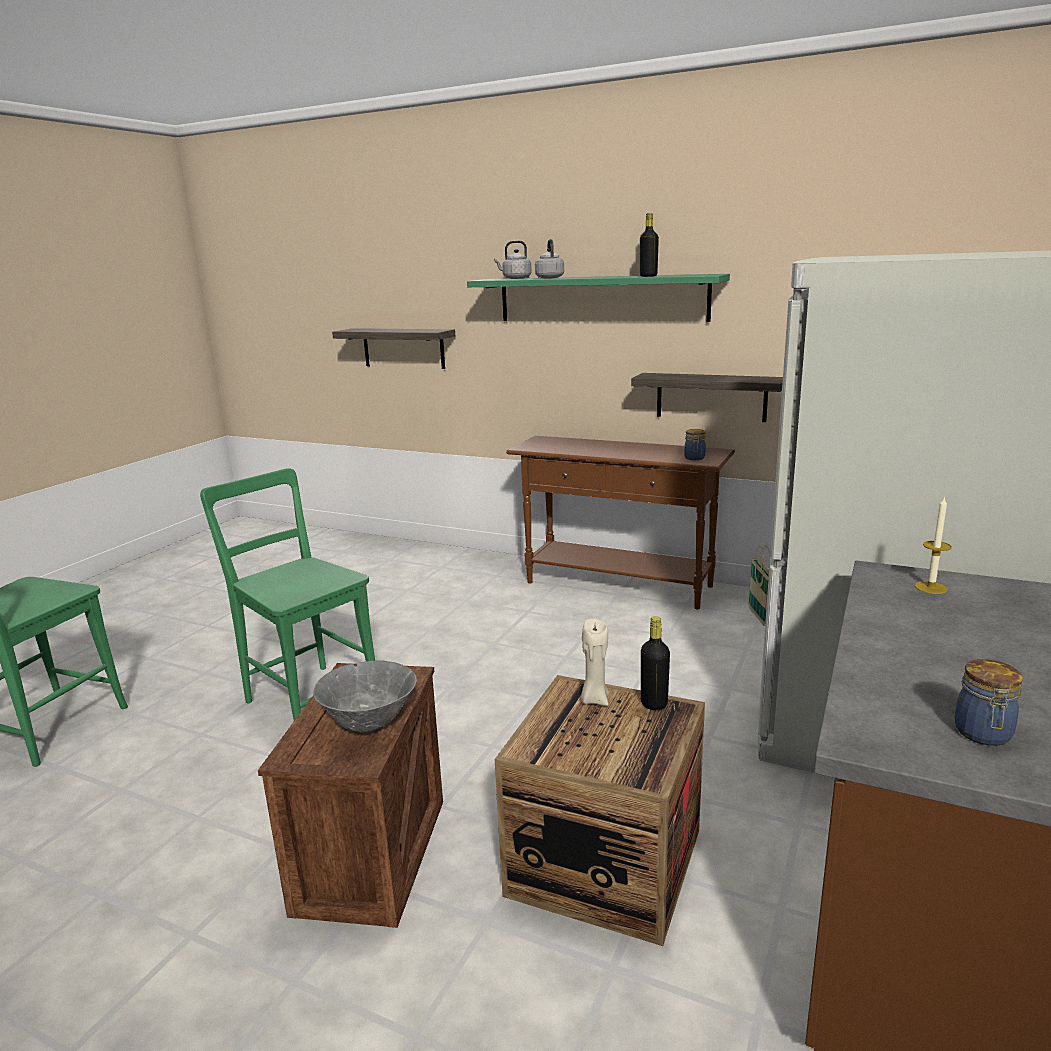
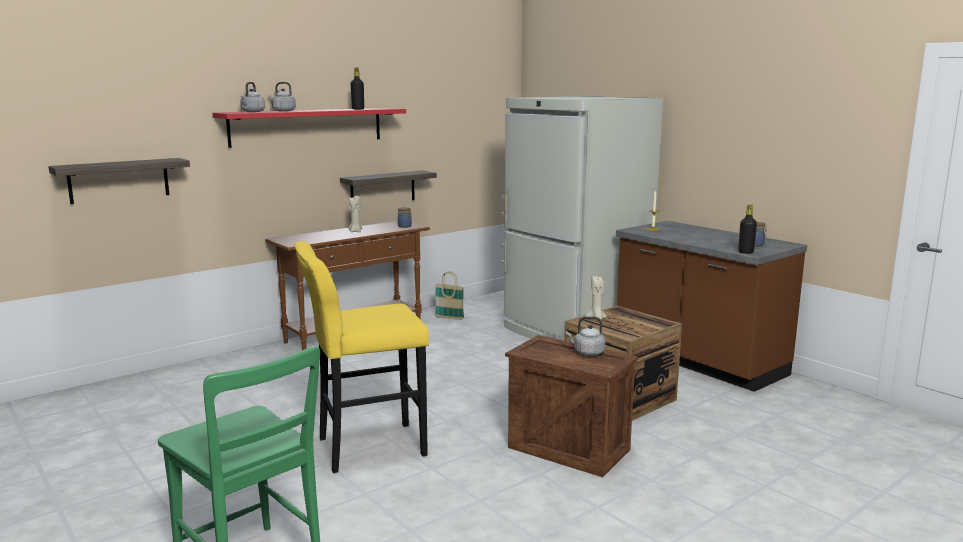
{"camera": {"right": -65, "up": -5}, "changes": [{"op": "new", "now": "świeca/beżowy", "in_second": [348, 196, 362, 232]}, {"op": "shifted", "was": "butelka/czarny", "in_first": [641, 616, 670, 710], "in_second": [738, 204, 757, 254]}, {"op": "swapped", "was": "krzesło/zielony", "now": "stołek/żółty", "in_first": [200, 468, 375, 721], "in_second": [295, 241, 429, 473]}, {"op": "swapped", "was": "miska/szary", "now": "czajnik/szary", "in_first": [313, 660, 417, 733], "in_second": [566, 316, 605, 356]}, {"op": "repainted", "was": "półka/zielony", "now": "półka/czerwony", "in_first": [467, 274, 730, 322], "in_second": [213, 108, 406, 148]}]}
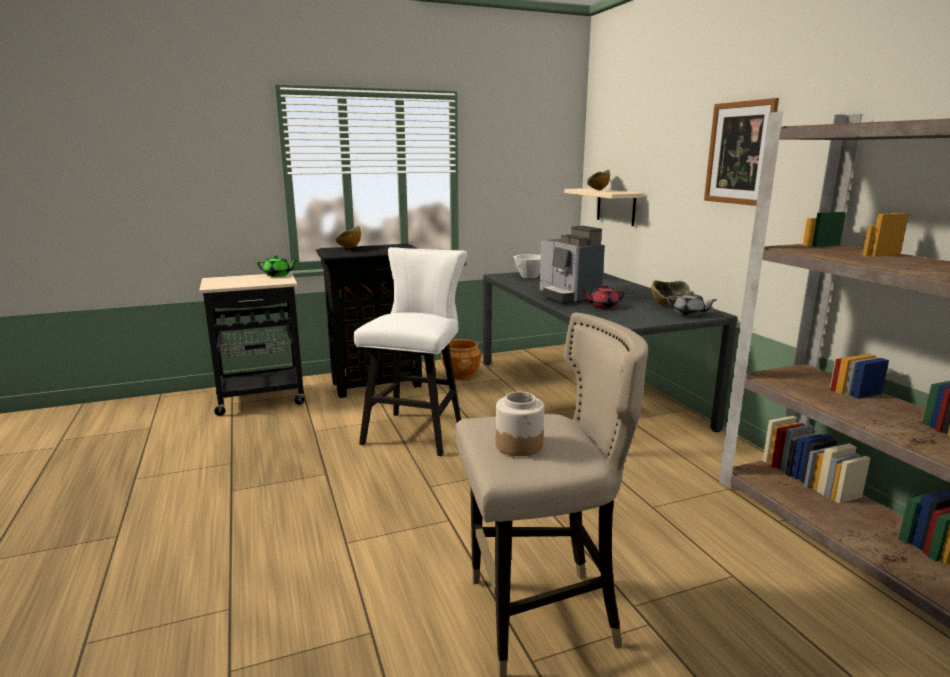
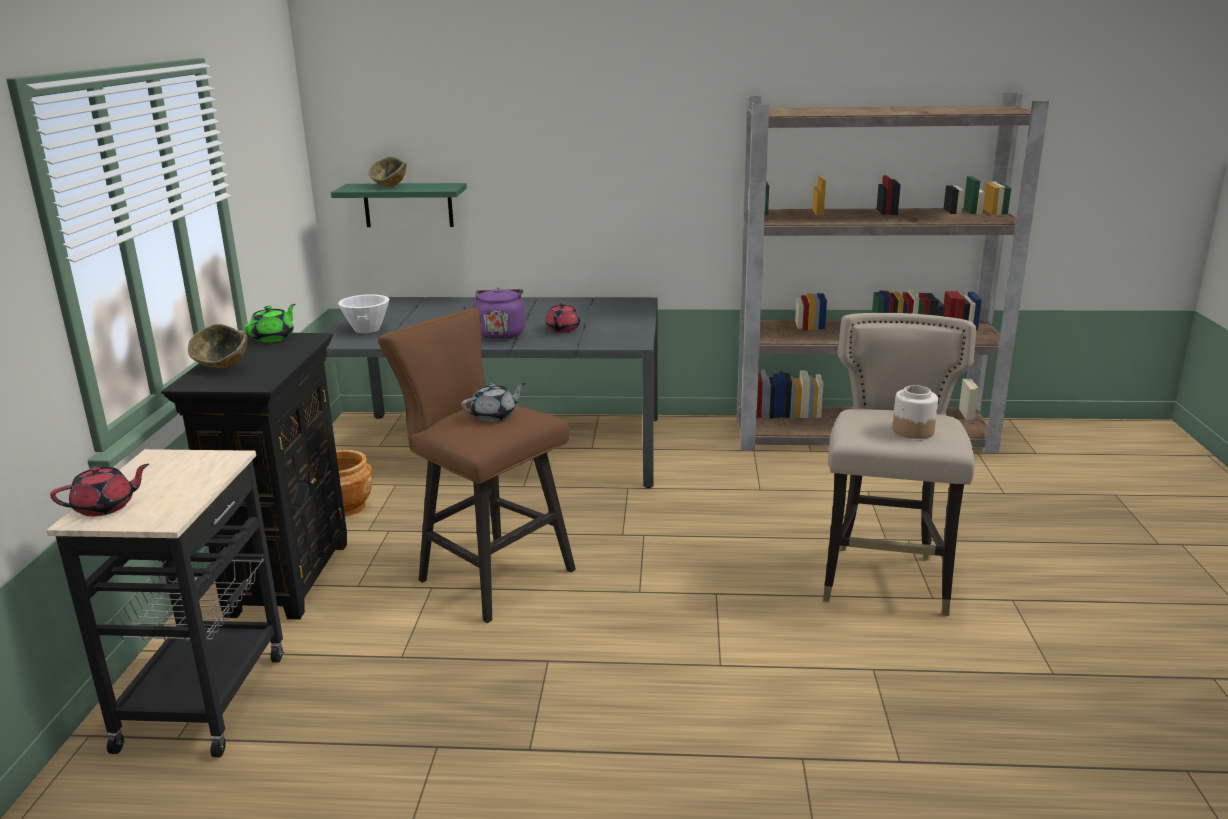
{"camera": {"right": -65, "up": 5}, "changes": [{"op": "gone", "was": "miska", "in_first": [651, 280, 690, 306]}, {"op": "gone", "was": "obraz", "in_first": [704, 98, 779, 206]}, {"op": "new", "now": "imbryk/czerwony", "in_second": [50, 464, 149, 516]}, {"op": "shifted", "was": "imbryk/zielony", "in_first": [257, 255, 297, 277], "in_second": [245, 304, 295, 343]}, {"op": "shifted", "was": "imbryk/szary", "in_first": [667, 291, 717, 317], "in_second": [462, 383, 526, 422]}, {"op": "swapped", "was": "ekspres do kawy", "now": "czajnik/fioletowy", "in_first": [540, 226, 605, 304], "in_second": [463, 288, 525, 340]}, {"op": "repainted", "was": "stołek/biały", "now": "stołek/brązowy", "in_first": [354, 247, 467, 456], "in_second": [378, 308, 576, 623]}, {"op": "repainted", "was": "półka/beżowy", "now": "półka/zielony", "in_first": [564, 188, 644, 226], "in_second": [331, 183, 467, 227]}]}
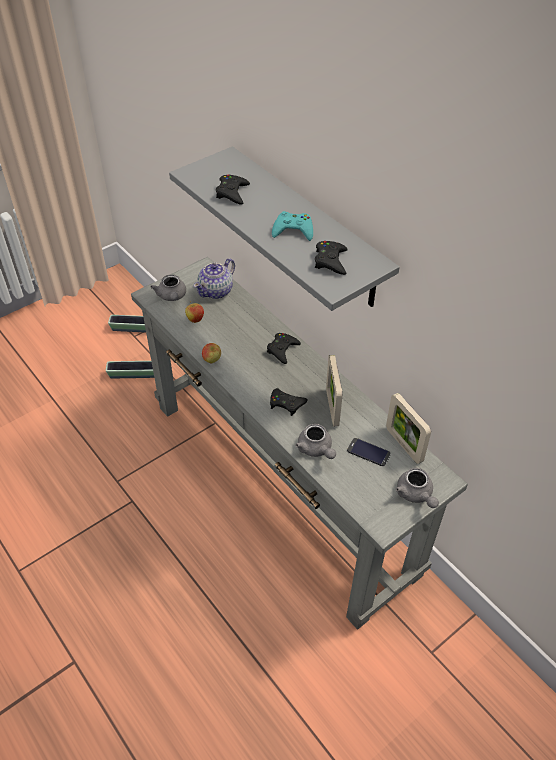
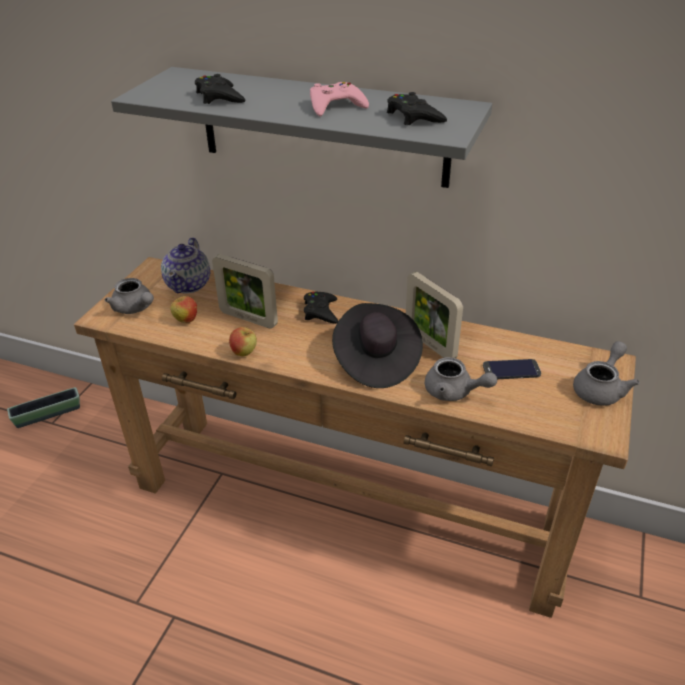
{"camera": {"right": -30, "up": -10}, "changes": [{"op": "gone", "was": "donica", "in_first": [106, 361, 154, 378]}, {"op": "shifted", "was": "ramka na zdjęcie", "in_first": [386, 393, 431, 464], "in_second": [212, 254, 278, 329]}, {"op": "swapped", "was": "pad do gier/czarny", "now": "kapelusz/czarny", "in_first": [270, 388, 308, 416], "in_second": [332, 303, 423, 388]}, {"op": "repainted", "was": "stolik konsolowy/szary", "now": "stolik konsolowy/brązowy", "in_first": [131, 257, 468, 630], "in_second": [74, 257, 636, 618]}, {"op": "repainted", "was": "pad do gier/turkusowy", "now": "pad do gier/różowy", "in_first": [272, 211, 313, 241], "in_second": [310, 82, 369, 116]}, {"op": "rotated", "was": "imbryk/szary", "in_first": [396, 468, 439, 508], "in_second": [573, 341, 639, 406], "clockwise": -90}]}
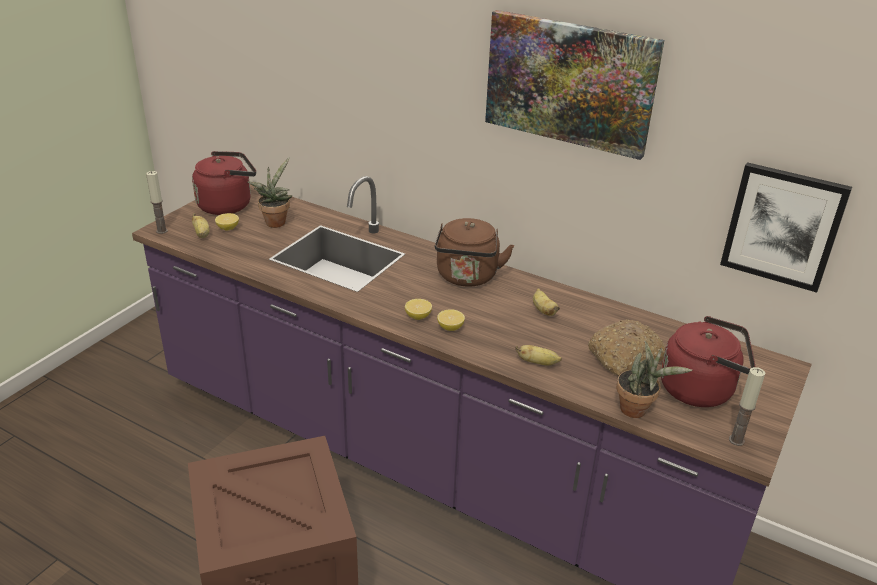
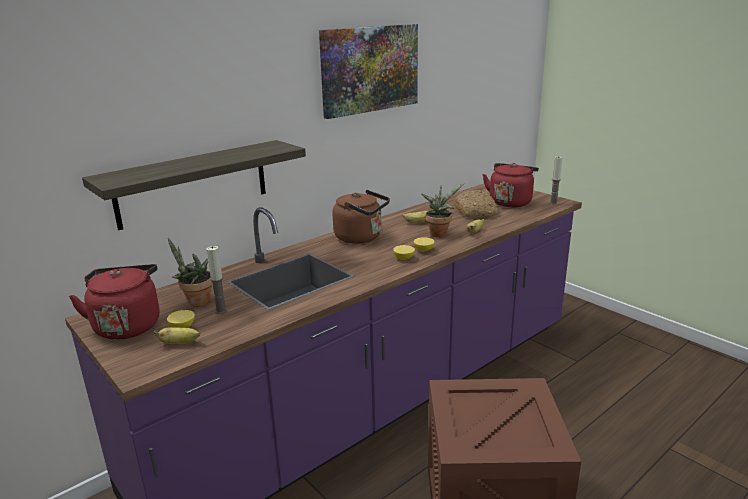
{"camera": {"right": -70, "up": -10}, "changes": [{"op": "gone", "was": "obraz", "in_first": [720, 162, 852, 293]}, {"op": "new", "now": "półka", "in_second": [82, 140, 306, 230]}, {"op": "shifted", "was": "świeca", "in_first": [146, 171, 168, 234], "in_second": [207, 246, 227, 314]}, {"op": "shifted", "was": "roślina doniczkowa", "in_first": [616, 341, 692, 418], "in_second": [421, 183, 464, 237]}]}
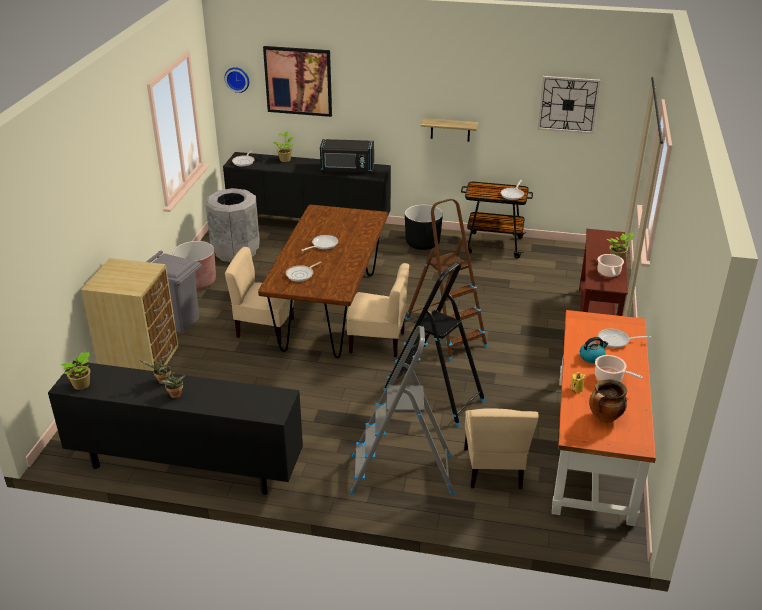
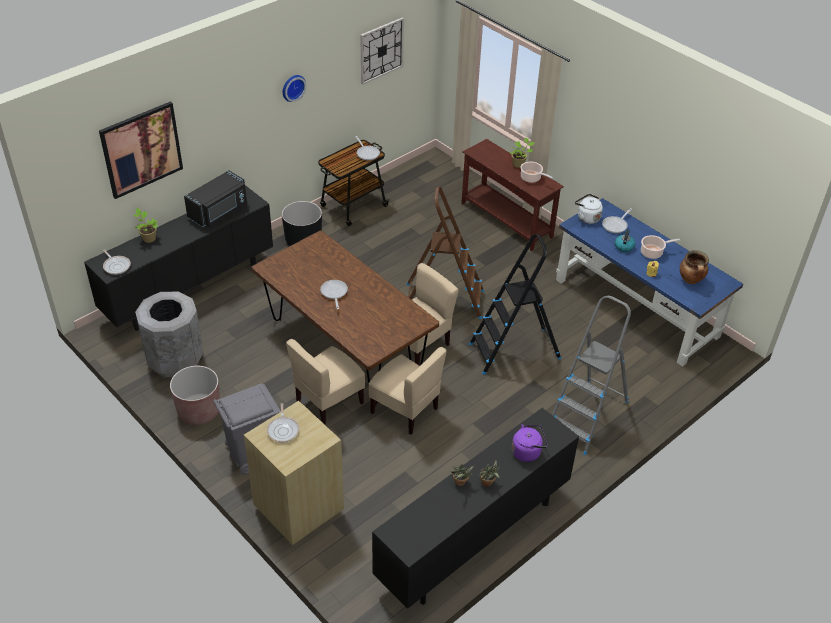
{"camera": {"right": -55, "up": 10}, "changes": [{"op": "gone", "was": "roślina doniczkowa", "in_first": [60, 352, 90, 390]}, {"op": "gone", "was": "półka", "in_first": [421, 118, 478, 142]}, {"op": "new", "now": "czajnik/fioletowy", "in_second": [512, 424, 548, 462]}, {"op": "new", "now": "czajnik/biały", "in_second": [575, 194, 603, 224]}, {"op": "shifted", "was": "zegar ścienny", "in_first": [224, 67, 249, 93], "in_second": [283, 75, 306, 102]}, {"op": "shifted", "was": "patelnia", "in_first": [286, 262, 322, 282], "in_second": [267, 403, 299, 442]}, {"op": "shifted", "was": "krzesło/beżowy", "in_first": [464, 408, 539, 489], "in_second": [369, 347, 447, 435]}, {"op": "repainted", "was": "biurko/pomarańczowy", "now": "biurko/niebieski", "in_first": [552, 310, 656, 526], "in_second": [556, 198, 743, 367]}]}
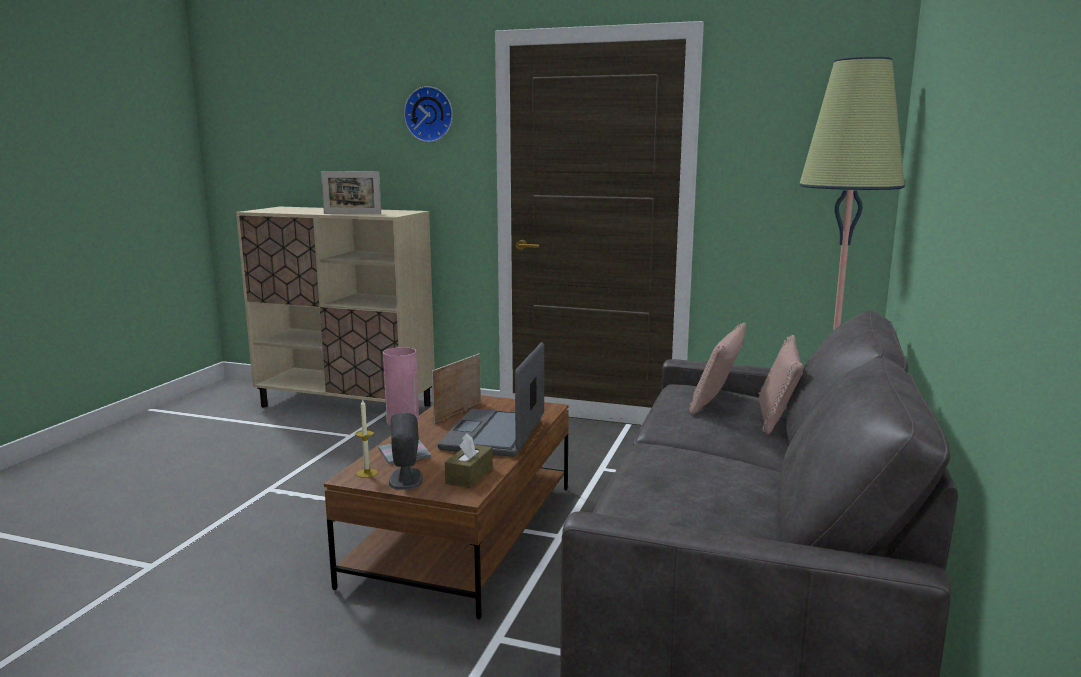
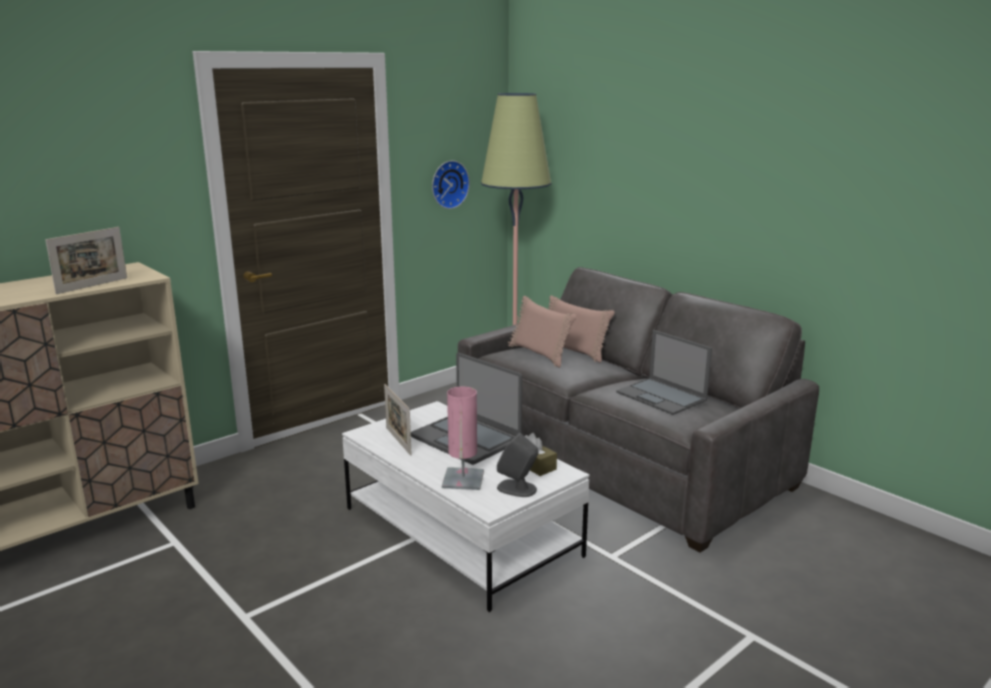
{"camera": {"right": -60, "up": 5}, "changes": [{"op": "gone", "was": "świeca", "in_first": [355, 400, 378, 478]}, {"op": "new", "now": "laptop", "in_second": [616, 330, 712, 415]}, {"op": "shifted", "was": "zegar ścienny", "in_first": [404, 86, 453, 142], "in_second": [432, 160, 470, 209]}, {"op": "repainted", "was": "ława/brązowy", "now": "ława/biały", "in_first": [324, 395, 569, 619], "in_second": [342, 401, 589, 612]}]}
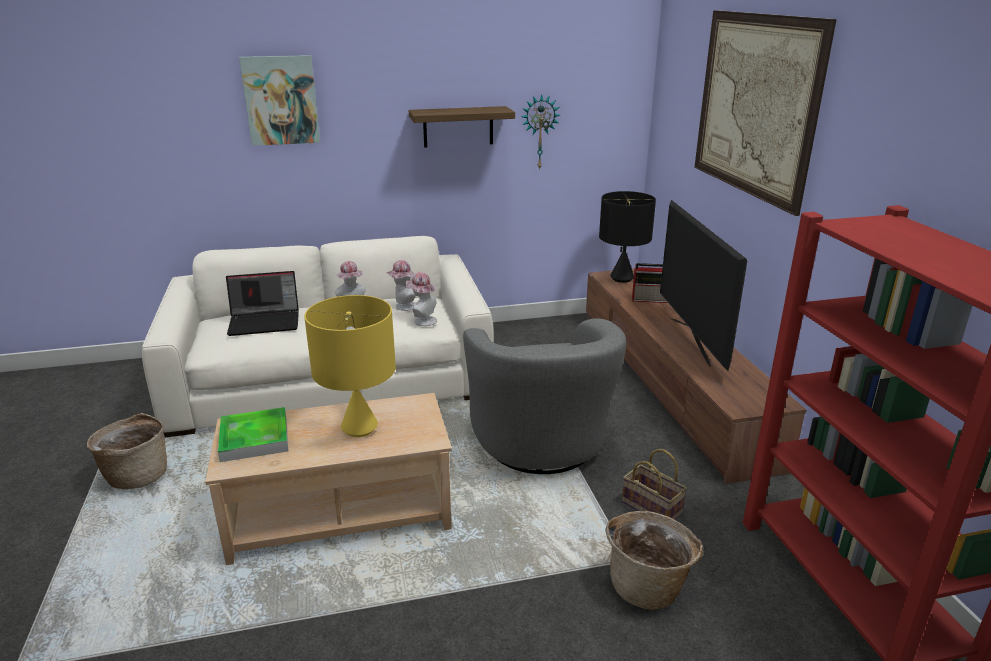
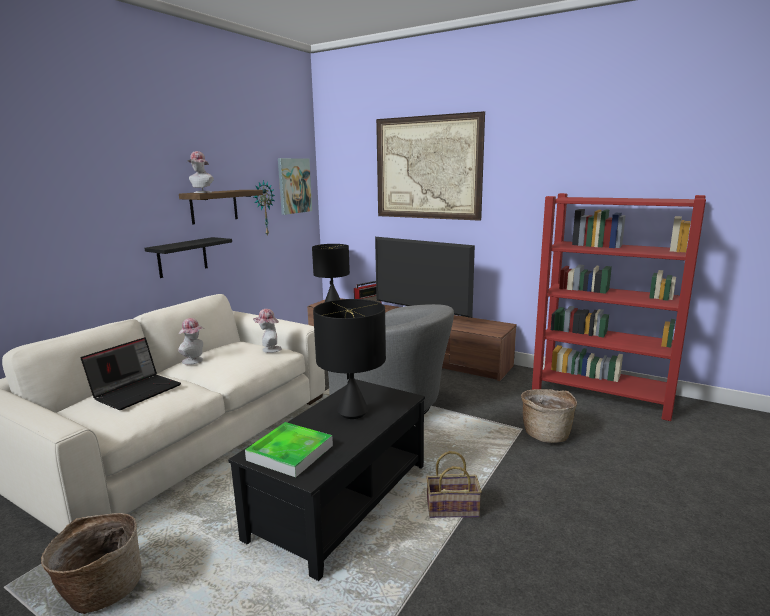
{"camera": {"right": -45, "up": -10}, "changes": [{"op": "new", "now": "półka/czarny", "in_second": [145, 237, 232, 278]}, {"op": "shifted", "was": "obraz", "in_first": [239, 55, 320, 146], "in_second": [278, 158, 312, 215]}, {"op": "shifted", "was": "kapelusz", "in_first": [386, 260, 416, 311], "in_second": [187, 151, 214, 193]}, {"op": "shifted", "was": "koszyk", "in_first": [622, 449, 687, 520], "in_second": [426, 451, 482, 518]}, {"op": "repainted", "was": "ława/beżowy", "now": "ława/czarny", "in_first": [205, 393, 452, 565], "in_second": [228, 379, 425, 581]}, {"op": "repainted", "was": "lampa stołowa/żółty", "now": "lampa stołowa/czarny", "in_first": [304, 295, 396, 437], "in_second": [313, 299, 386, 419]}]}
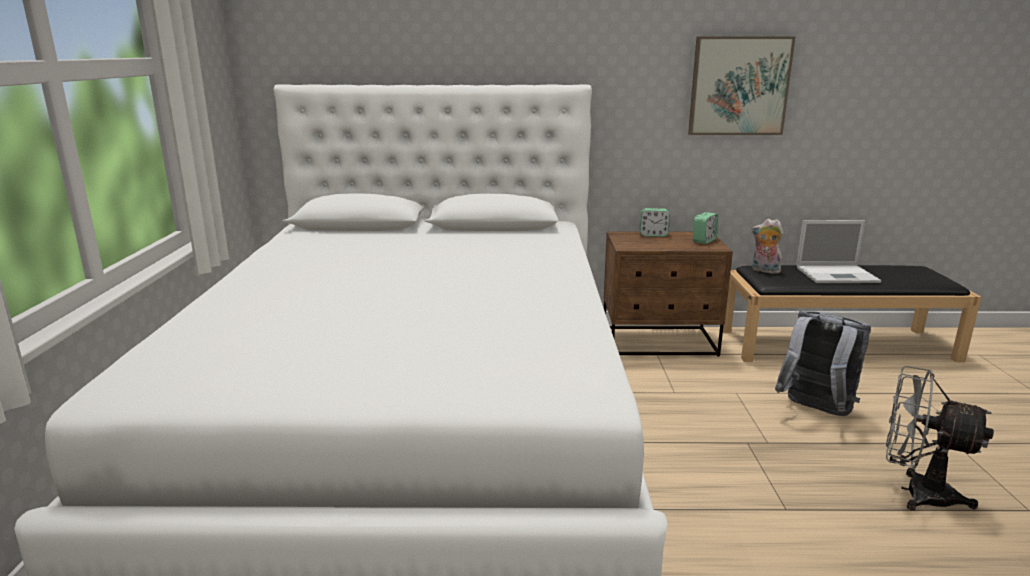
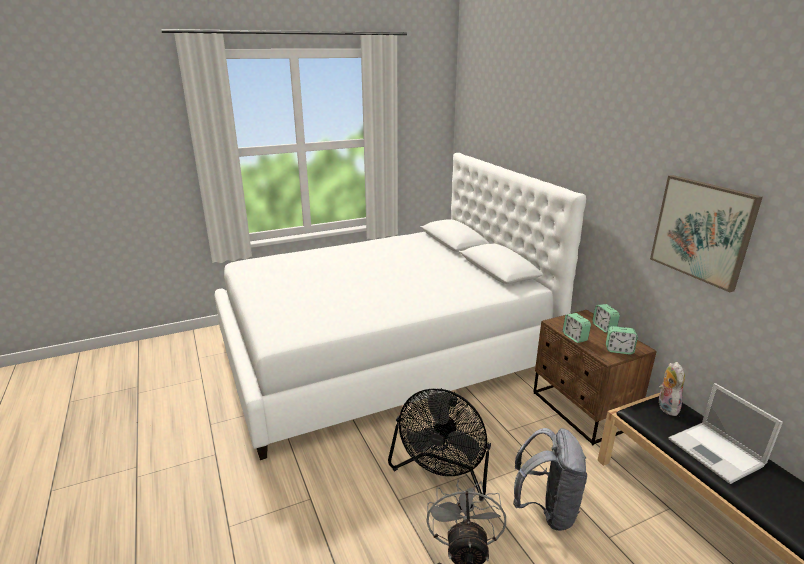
{"camera": {"right": 65, "up": 5}, "changes": [{"op": "new", "now": "wentylator/czarny", "in_second": [388, 388, 491, 501]}, {"op": "new", "now": "budzik", "in_second": [563, 313, 591, 343]}]}
